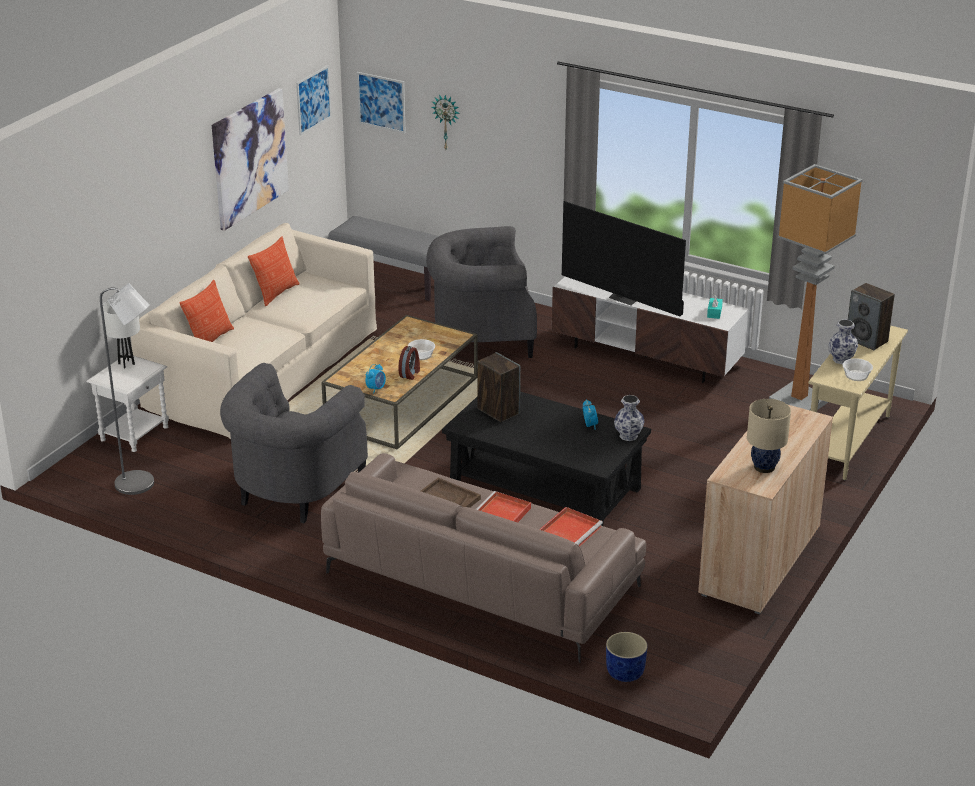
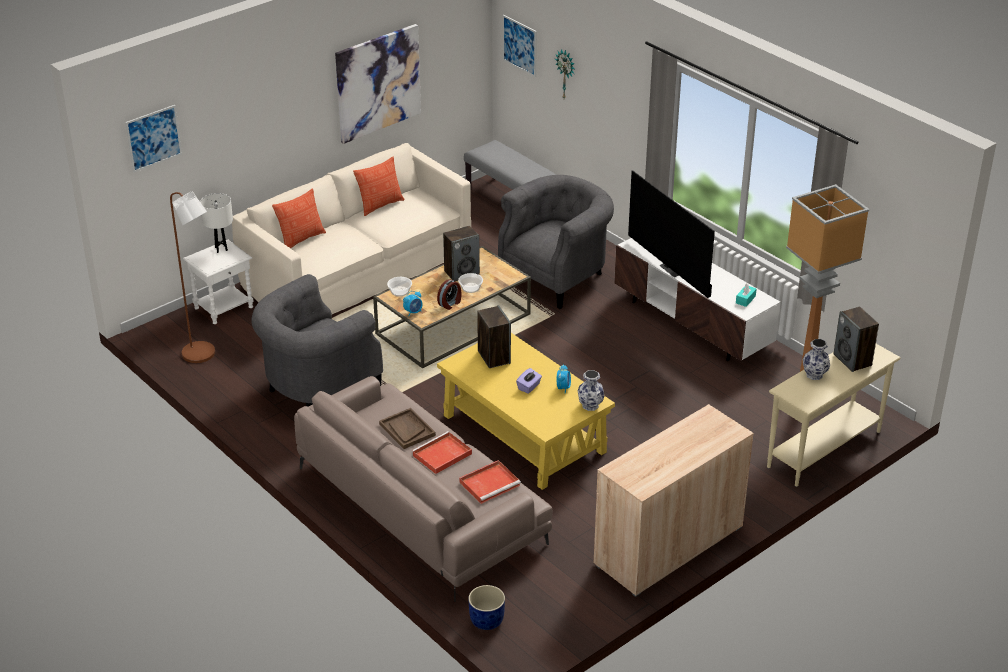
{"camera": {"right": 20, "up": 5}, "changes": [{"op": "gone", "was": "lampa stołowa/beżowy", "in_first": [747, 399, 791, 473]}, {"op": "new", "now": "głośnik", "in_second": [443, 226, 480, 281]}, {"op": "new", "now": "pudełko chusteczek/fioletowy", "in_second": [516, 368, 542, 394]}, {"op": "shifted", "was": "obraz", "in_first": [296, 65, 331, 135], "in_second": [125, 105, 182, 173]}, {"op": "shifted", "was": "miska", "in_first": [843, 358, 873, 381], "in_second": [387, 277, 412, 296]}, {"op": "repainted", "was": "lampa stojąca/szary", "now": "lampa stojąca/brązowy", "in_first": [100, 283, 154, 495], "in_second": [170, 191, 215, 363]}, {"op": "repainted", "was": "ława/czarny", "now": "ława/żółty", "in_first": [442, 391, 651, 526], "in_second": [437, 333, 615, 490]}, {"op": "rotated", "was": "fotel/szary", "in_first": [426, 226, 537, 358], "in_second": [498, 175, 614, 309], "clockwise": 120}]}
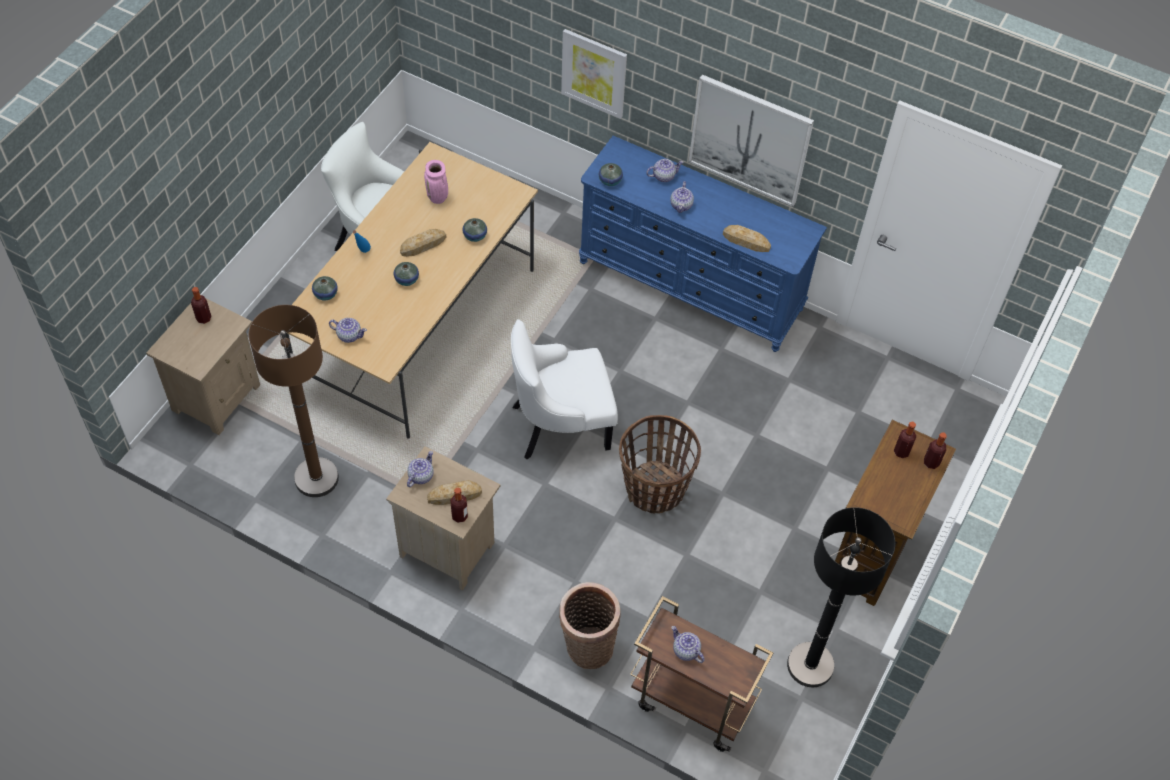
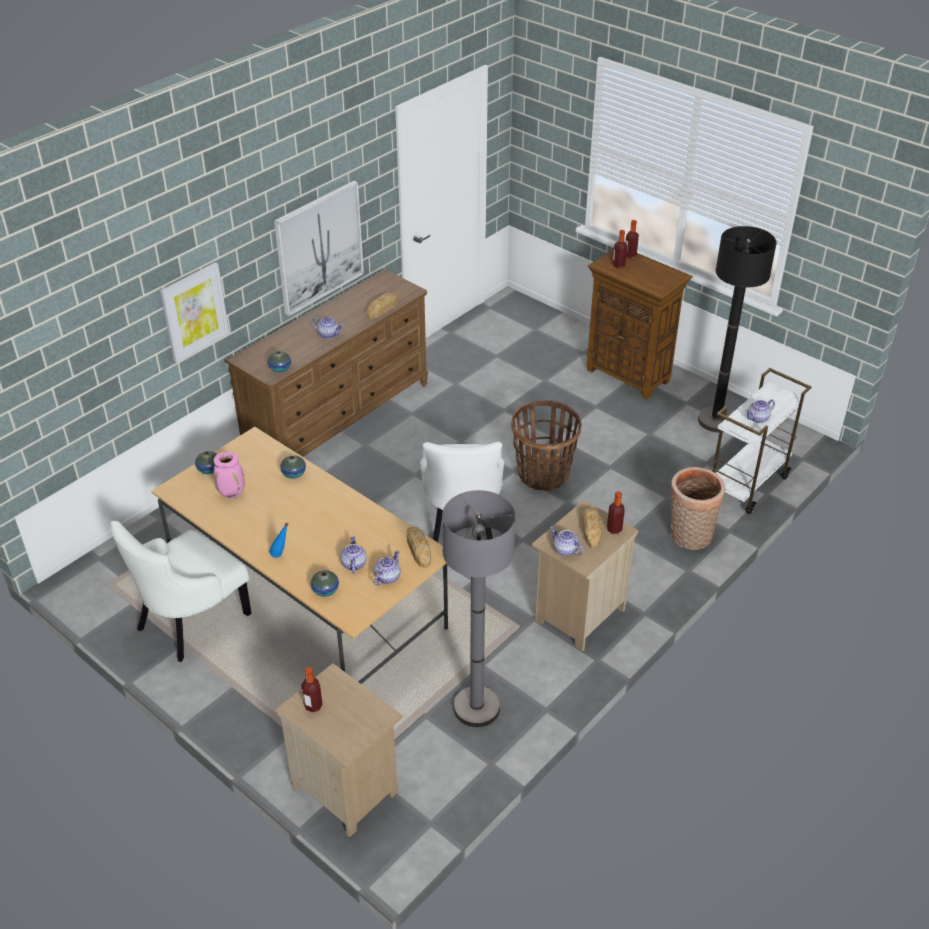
{"camera": {"right": -75, "up": -15}, "changes": [{"op": "shifted", "was": "wazon", "in_first": [394, 262, 419, 286], "in_second": [195, 451, 217, 474]}, {"op": "shifted", "was": "chleb", "in_first": [400, 229, 446, 257], "in_second": [407, 526, 431, 568]}, {"op": "shifted", "was": "imbryk", "in_first": [646, 159, 684, 182], "in_second": [340, 536, 367, 573]}, {"op": "repainted", "was": "lampa stojąca/brązowy", "now": "lampa stojąca/szary", "in_first": [249, 305, 339, 497], "in_second": [442, 490, 516, 727]}, {"op": "repainted", "was": "komoda/niebieski", "now": "komoda/brązowy", "in_first": [579, 136, 827, 352], "in_second": [225, 269, 428, 457]}, {"op": "repainted", "was": "wózek/brązowy", "now": "wózek/biały", "in_first": [631, 596, 773, 752], "in_second": [709, 368, 811, 514]}]}
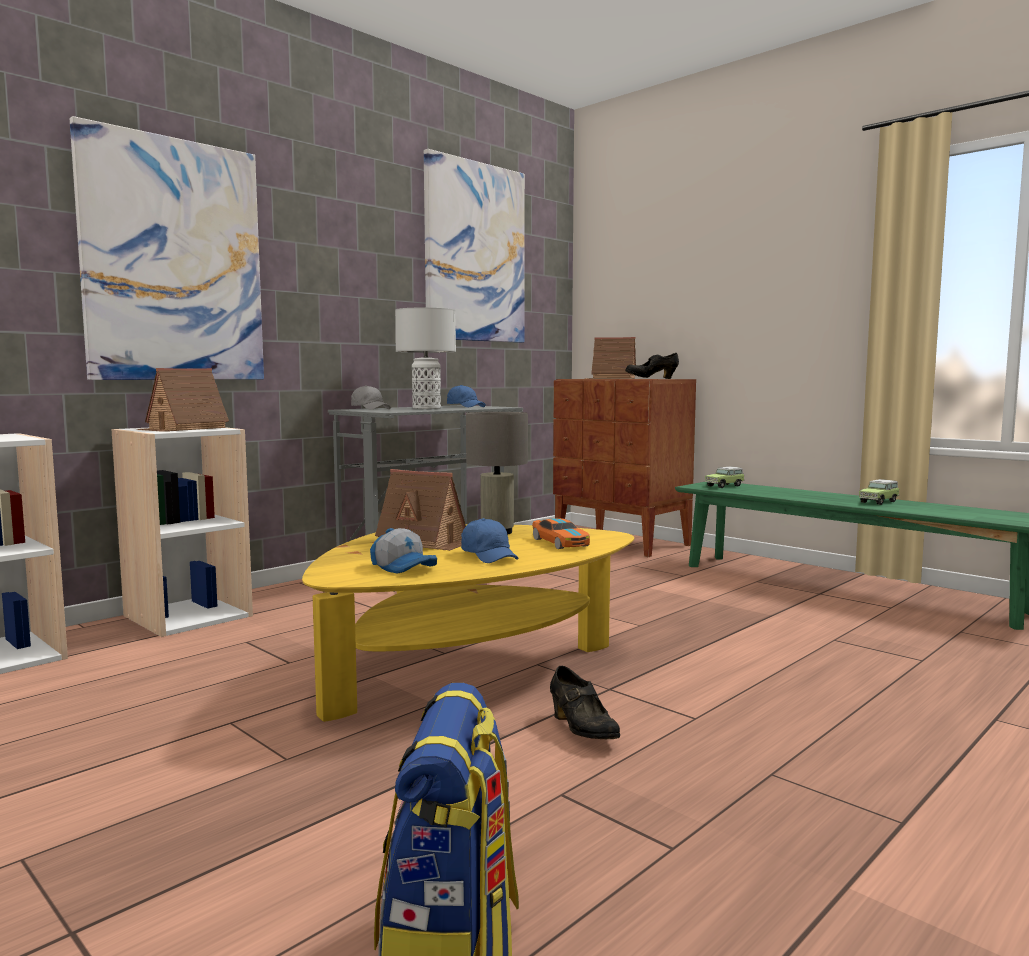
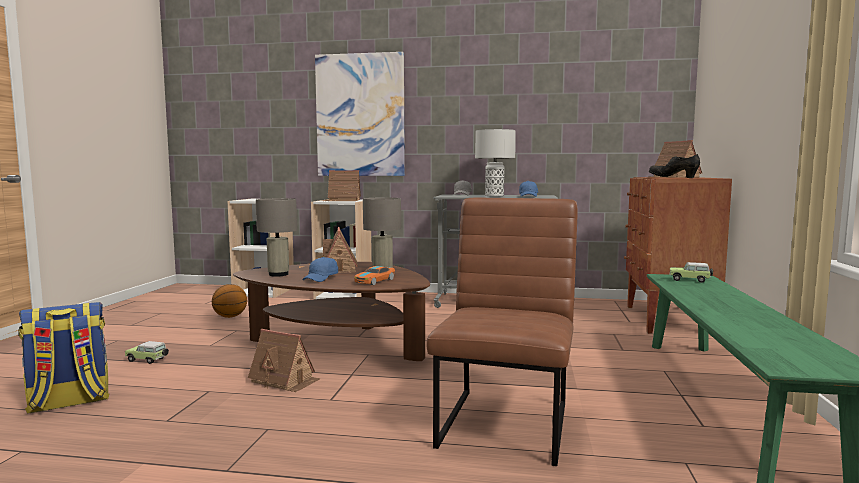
{"camera": {"right": 55, "up": 0}, "changes": [{"op": "gone", "was": "obraz", "in_first": [424, 149, 525, 343]}, {"op": "new", "now": "piłka do koszykówki", "in_second": [212, 284, 247, 318]}, {"op": "new", "now": "krzesło/brązowy", "in_second": [427, 198, 577, 466]}, {"op": "shifted", "was": "samochodzik", "in_first": [859, 479, 900, 505], "in_second": [125, 341, 169, 364]}, {"op": "swapped", "was": "czapka z daszkiem", "now": "lampa stołowa/szary", "in_first": [370, 528, 437, 574], "in_second": [256, 198, 297, 277]}, {"op": "swapped", "was": "but/czarny", "now": "domek", "in_first": [550, 666, 620, 739], "in_second": [248, 329, 321, 392]}, {"op": "repainted", "was": "ława/żółty", "now": "ława/brązowy", "in_first": [302, 524, 634, 722], "in_second": [233, 262, 430, 361]}]}
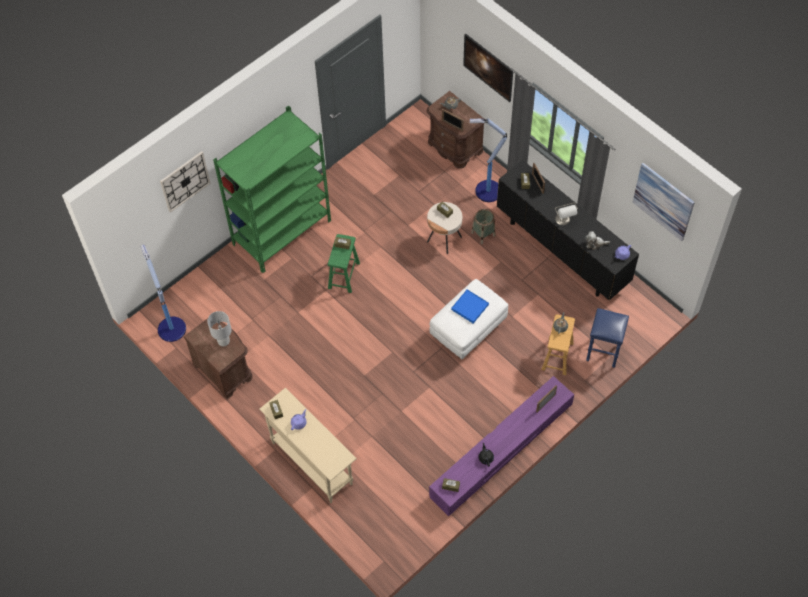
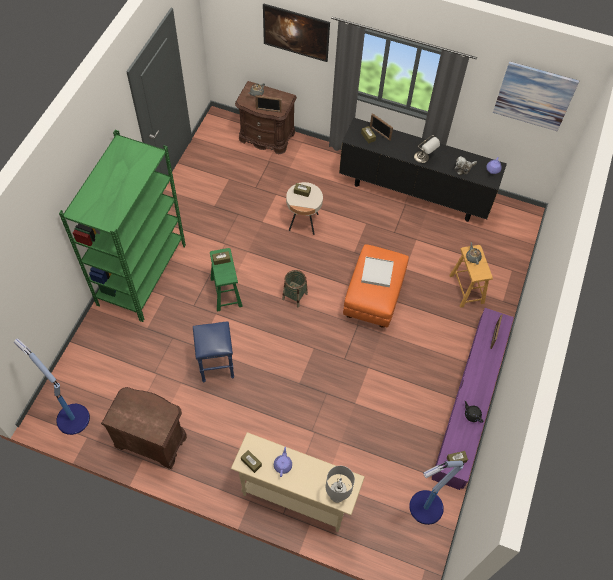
{"camera": {"right": -30, "up": 0}, "changes": [{"op": "gone", "was": "zegar ścienny", "in_first": [160, 151, 210, 213]}, {"op": "shifted", "was": "lampa stołowa/szary", "in_first": [207, 311, 232, 346], "in_second": [326, 466, 355, 503]}, {"op": "shifted", "was": "lampa stojąca", "in_first": [470, 119, 507, 202], "in_second": [409, 461, 464, 525]}, {"op": "shifted", "was": "koszyk", "in_first": [471, 209, 495, 244], "in_second": [282, 270, 308, 307]}, {"op": "shifted", "was": "stołek/niebieski", "in_first": [586, 308, 629, 368], "in_second": [193, 321, 234, 382]}, {"op": "repainted", "was": "pufa/biały", "now": "pufa/pomarańczowy", "in_first": [429, 279, 508, 359], "in_second": [343, 244, 409, 328]}, {"op": "repainted", "was": "taca/niebieski", "now": "taca/biały", "in_first": [451, 289, 489, 324], "in_second": [361, 257, 394, 287]}]}
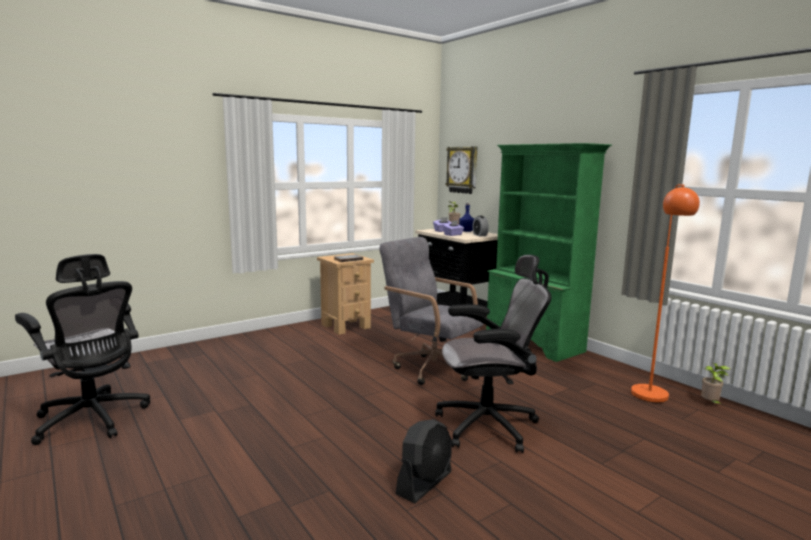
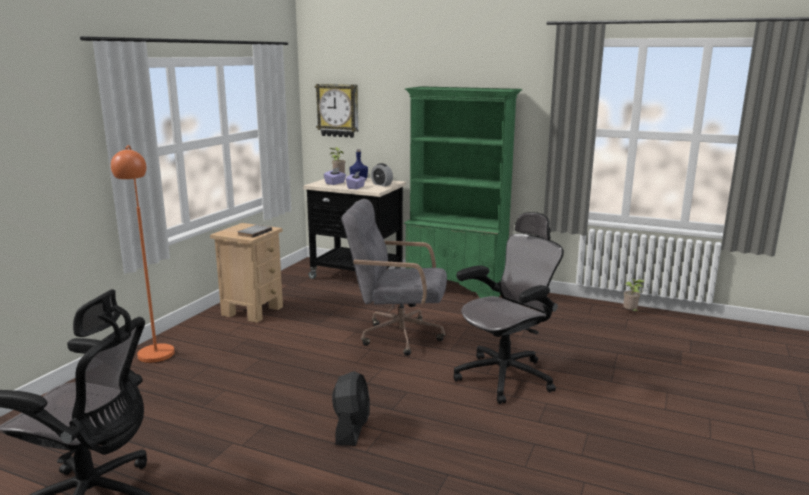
{"camera": {"right": -30, "up": 5}, "changes": [{"op": "shifted", "was": "wentylator/czarny", "in_first": [396, 419, 452, 503], "in_second": [332, 371, 370, 446]}, {"op": "shifted", "was": "lampa stojąca/pomarańczowy", "in_first": [631, 184, 700, 403], "in_second": [111, 145, 175, 363]}]}
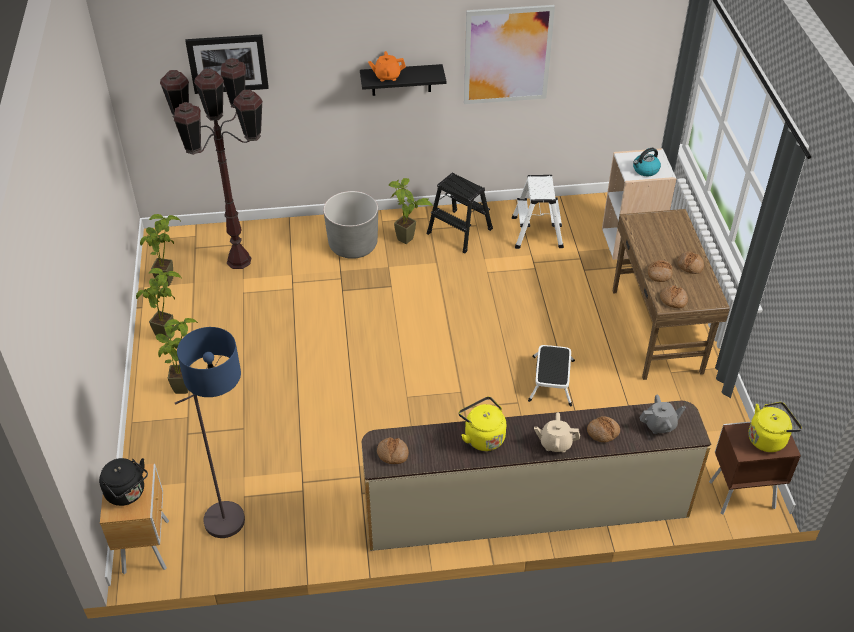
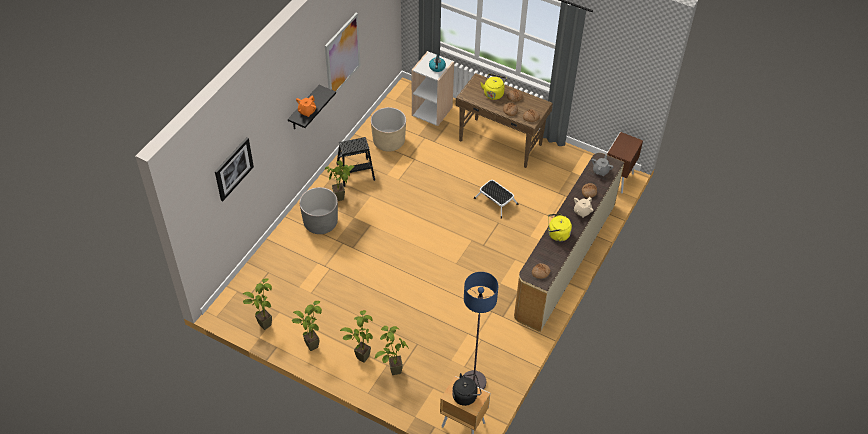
{"camera": {"right": -55, "up": 5}, "changes": [{"op": "gone", "was": "lampa stojąca/brązowy", "in_first": [160, 58, 263, 269]}, {"op": "new", "now": "roślina doniczkowa", "in_second": [375, 326, 409, 375]}, {"op": "shifted", "was": "czajnik/żółty", "in_first": [748, 402, 802, 452], "in_second": [480, 74, 507, 100]}, {"op": "swapped", "was": "drabinka/biały", "now": "donica/beżowy", "in_first": [512, 175, 564, 249], "in_second": [371, 107, 406, 152]}]}
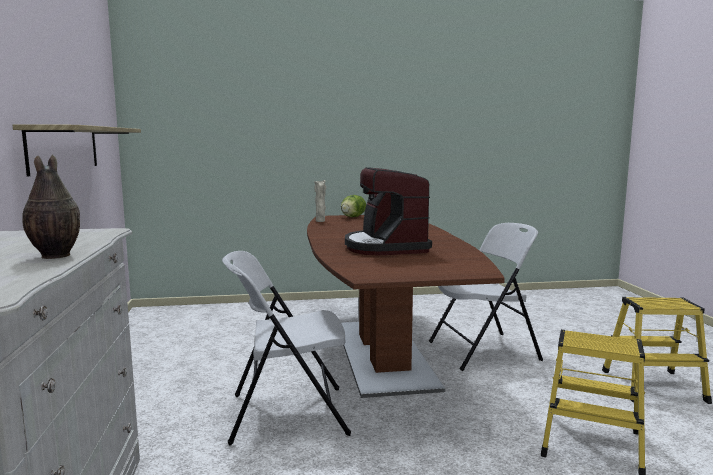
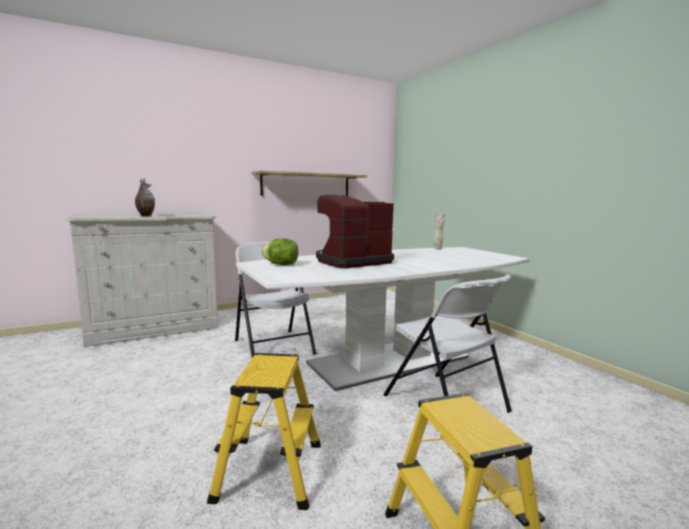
{"camera": {"right": 70, "up": 0}, "changes": [{"op": "shifted", "was": "sałata", "in_first": [341, 195, 366, 217], "in_second": [262, 238, 298, 265]}, {"op": "repainted", "was": "stół jadalny/brązowy", "now": "stół jadalny/biały", "in_first": [307, 215, 505, 398], "in_second": [236, 247, 529, 391]}]}
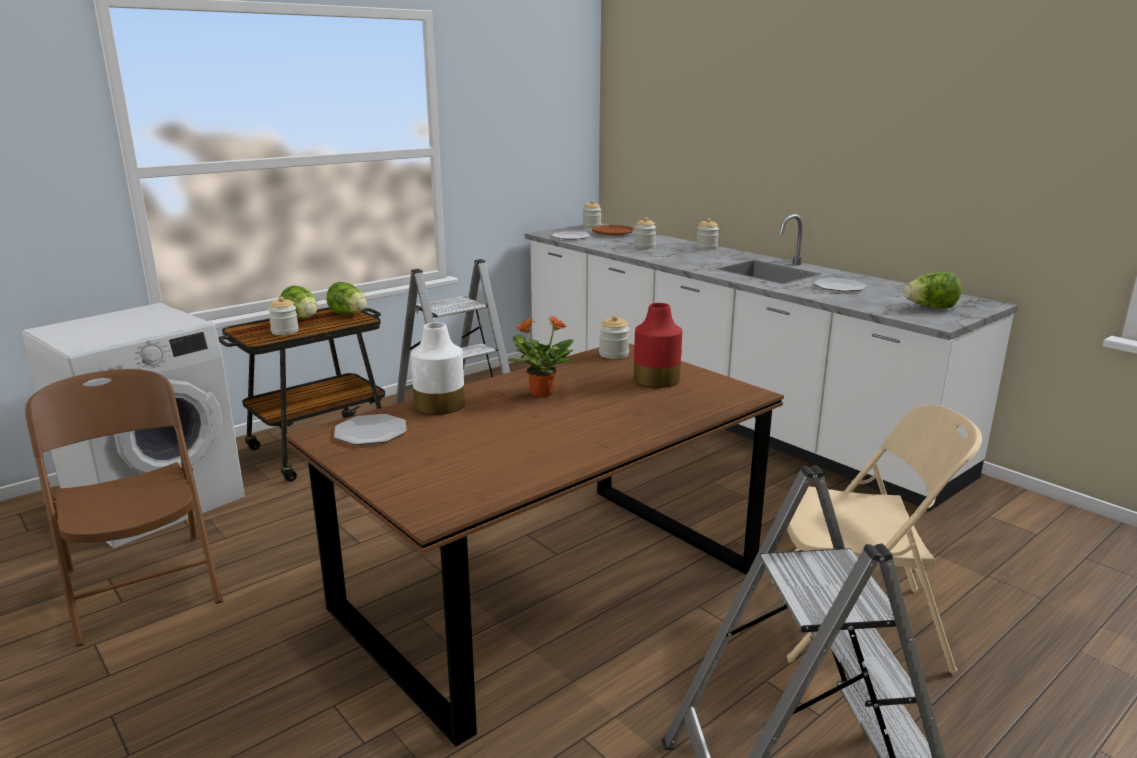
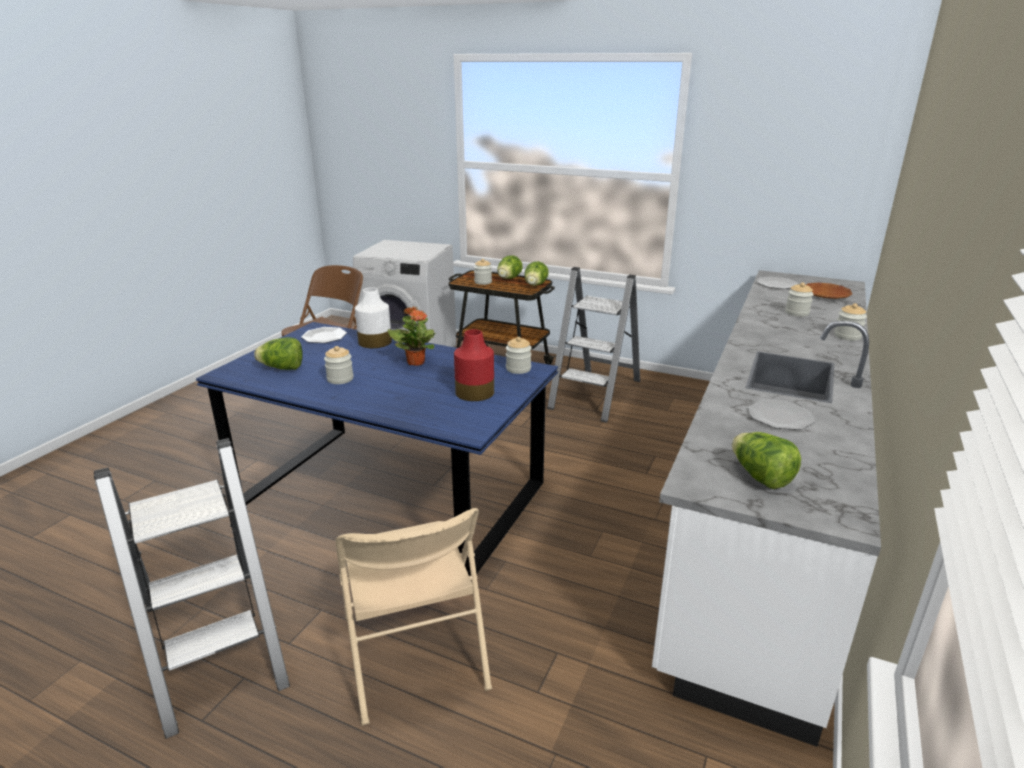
{"camera": {"right": 65, "up": 5}, "changes": [{"op": "new", "now": "sałata", "in_second": [254, 337, 303, 370]}, {"op": "shifted", "was": "słoik", "in_first": [582, 200, 602, 228], "in_second": [324, 346, 354, 384]}, {"op": "repainted", "was": "stół jadalny/brązowy", "now": "stół jadalny/niebieski", "in_first": [286, 343, 784, 747], "in_second": [196, 322, 558, 576]}]}
